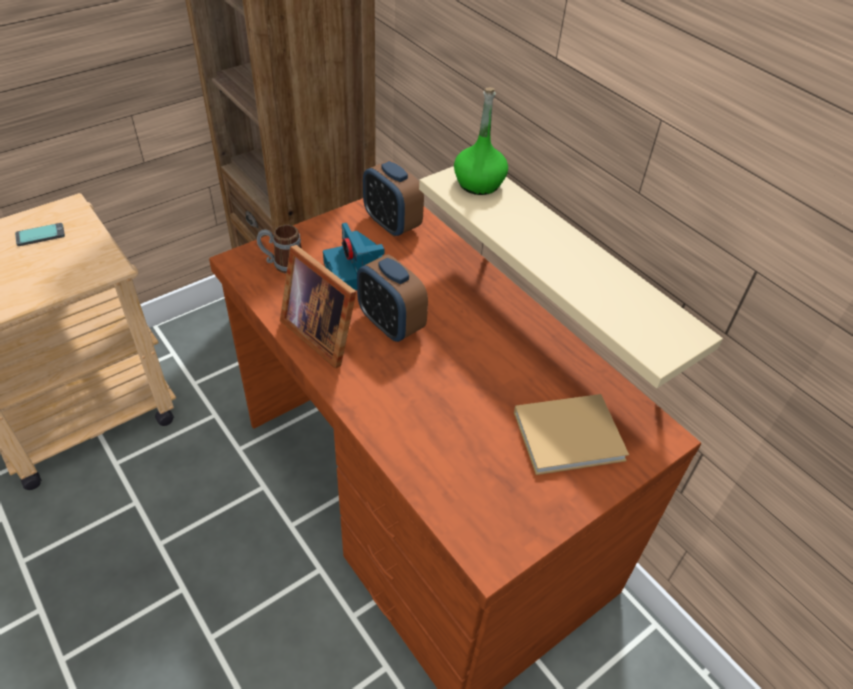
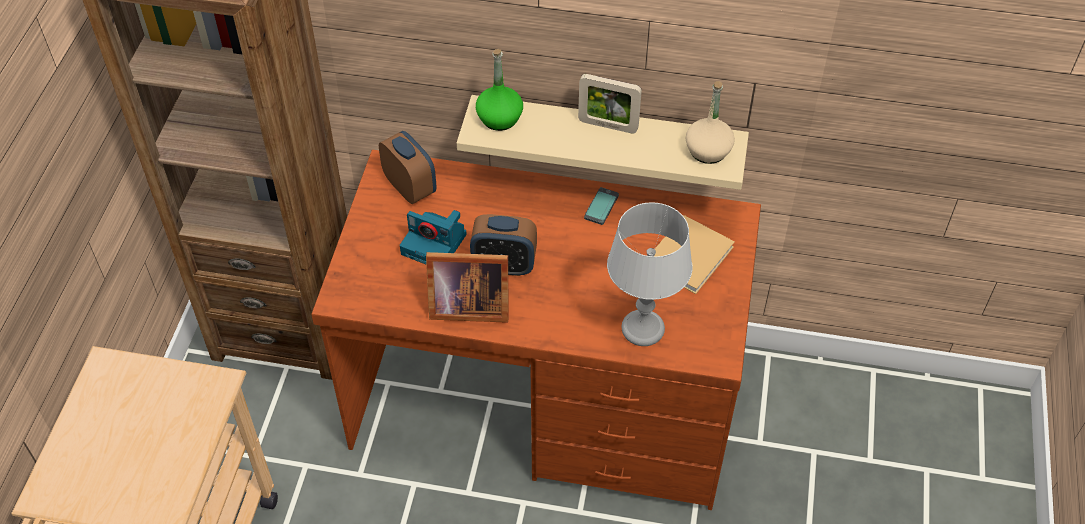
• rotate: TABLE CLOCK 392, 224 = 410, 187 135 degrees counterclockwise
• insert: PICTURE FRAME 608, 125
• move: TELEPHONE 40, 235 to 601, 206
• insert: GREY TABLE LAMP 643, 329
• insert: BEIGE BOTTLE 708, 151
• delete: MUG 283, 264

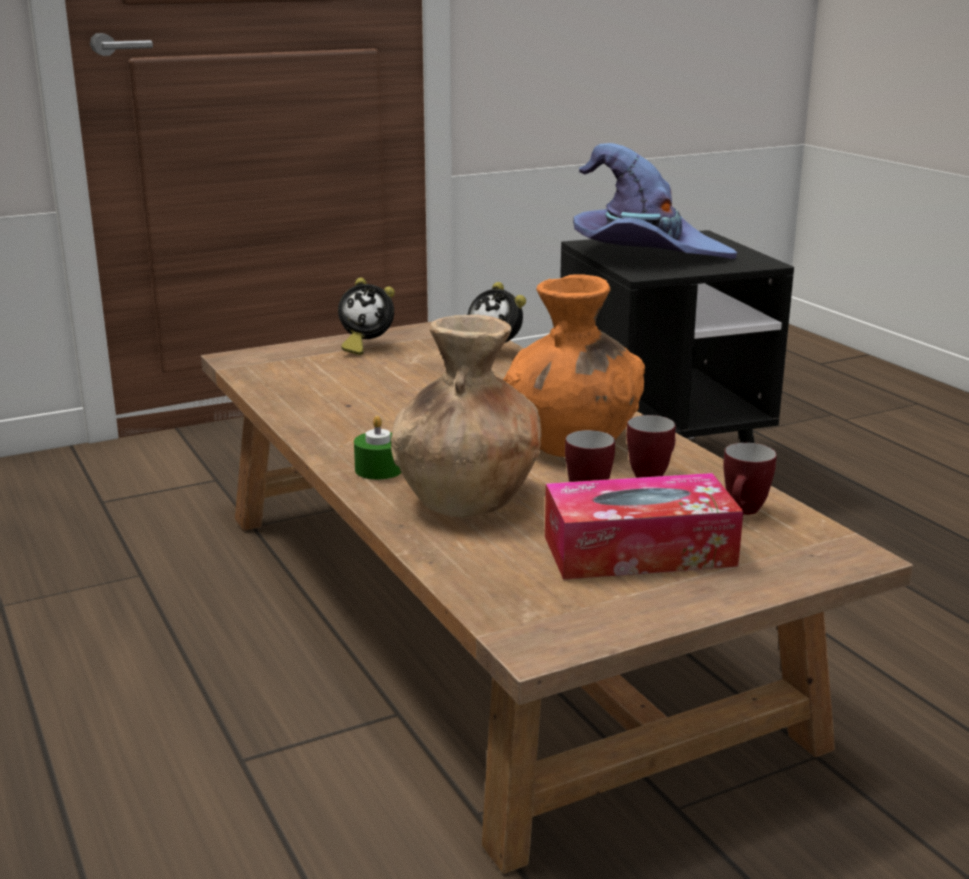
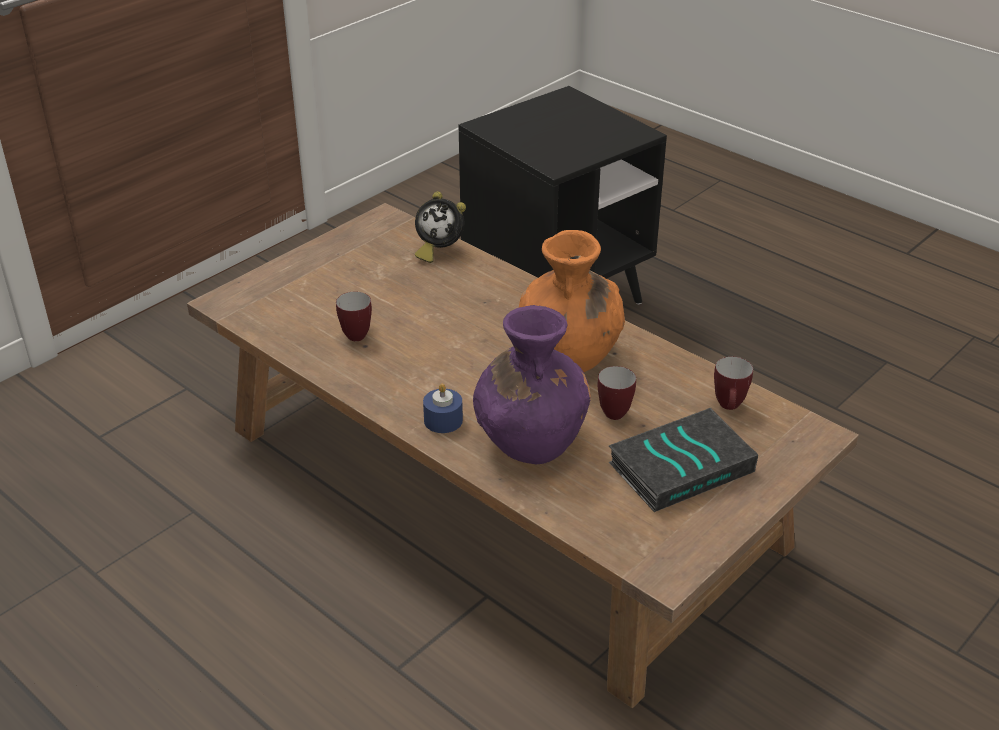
• move: MUG 652, 476 to 358, 333
• recolor: GREEN WAX LIGHT 379, 469 to BLUE WAX LIGHT 443, 420
• recolor: BROWN-COLOURED DECORATIVE VASE 467, 498 to PURPLE-COLOURED DECORATIVE VASE 530, 438
• replace: TISSUE BOX 639, 551 to BOOK 681, 465
• delete: TABLE CLOCK 365, 346
• delete: PURPLE-COLOURED WEARABLE HAT 645, 253

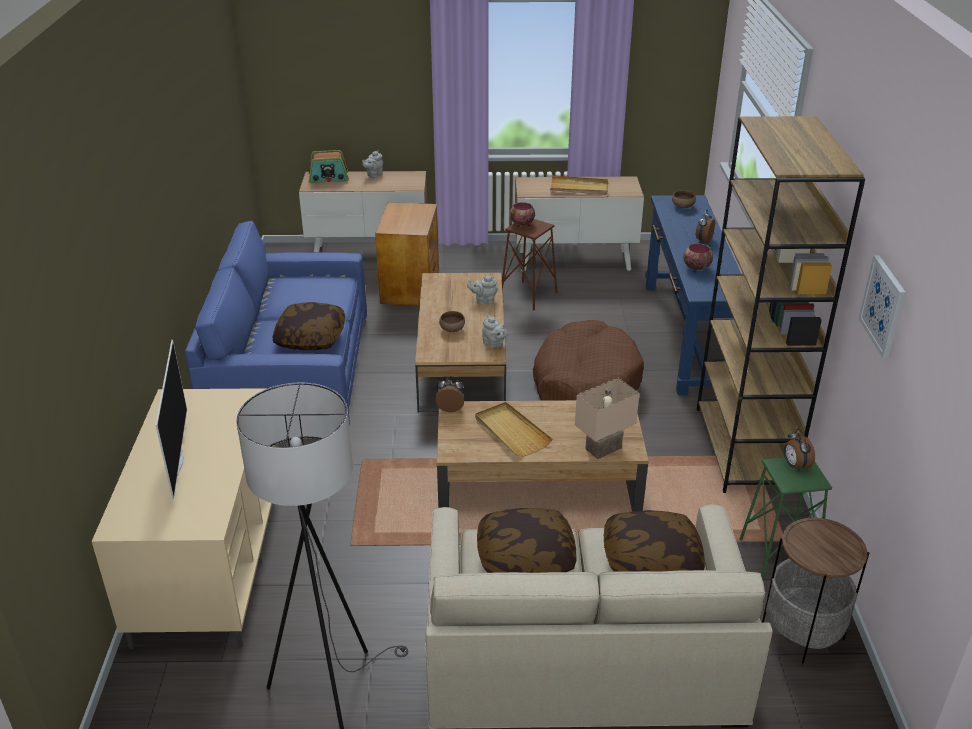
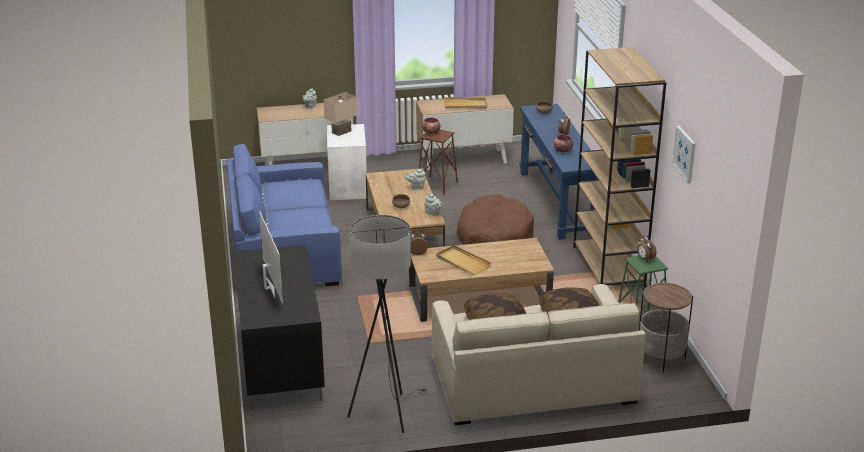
• recolor: BEIGE TV UNIT 208, 563 to BLACK-COLOURED TV UNIT 279, 361
• move: BEIGE TABLE LAMP 604, 449 to 342, 132
• recolor: BROWN-COLOURED SIDE TABLE 410, 287 to WHITISH SIDE TABLE 348, 187
• delete: THROW PILLOW 310, 338
• delete: RADIO RECEIVER 328, 178

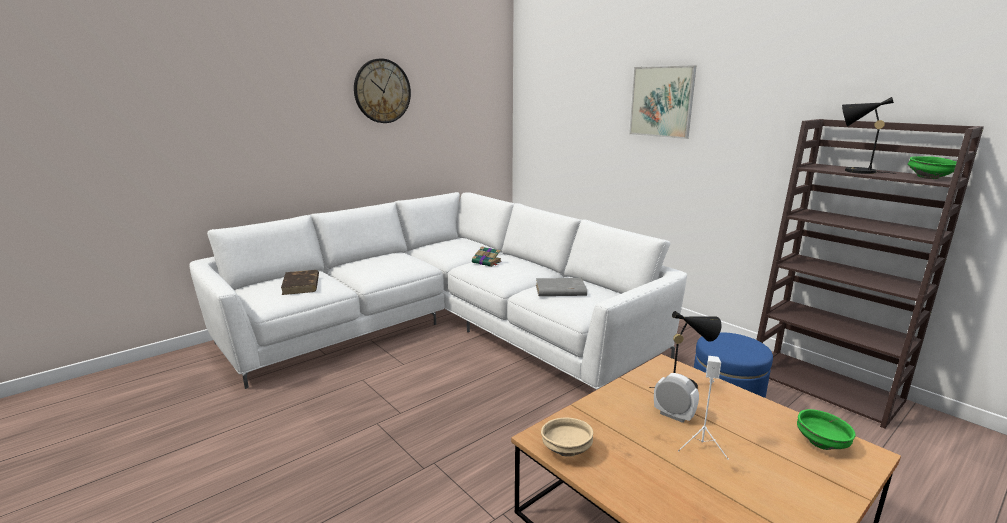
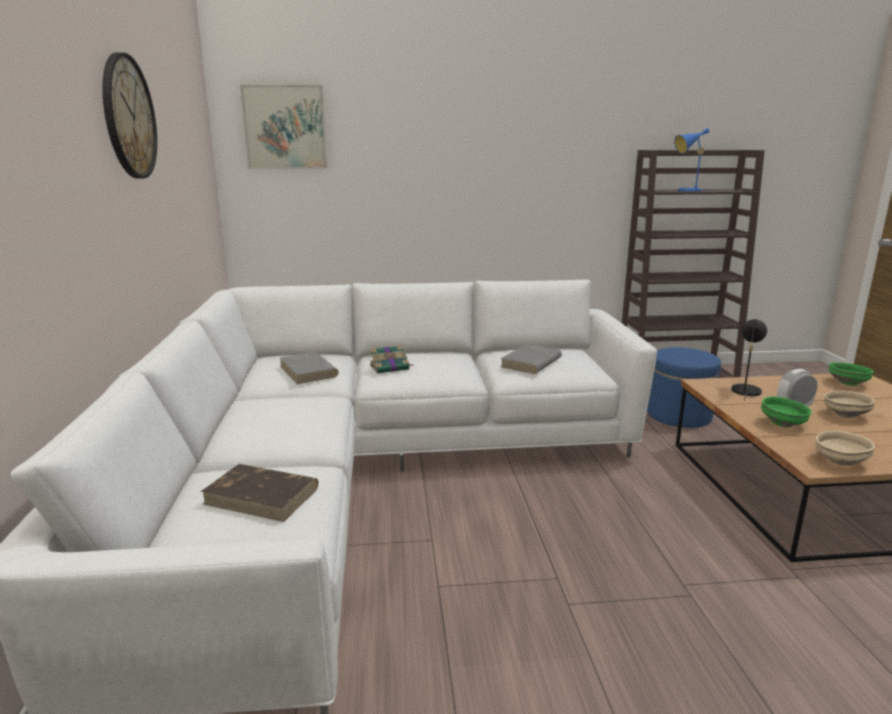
• move: PICTURE 661, 101 to 285, 127
• insert: GREY BOOK 308, 371
• recolor: BLACK-COLOURED TABLE LAMP 854, 171 to BLUE TABLE LAMP 687, 191
• move: GREEN SERVING BOWL 929, 178 to 783, 424
• replace: WHITISH AUDIO SPEAKER 702, 446 to BEIGE SERVING BOWL 844, 415

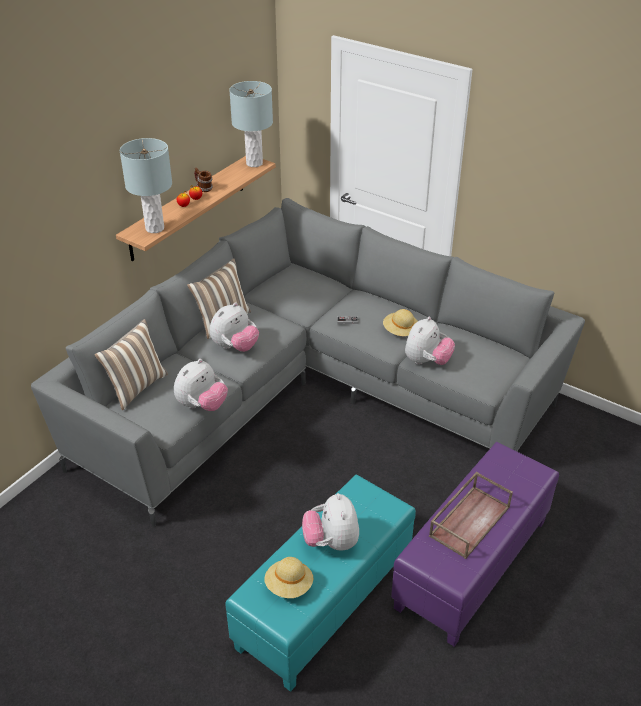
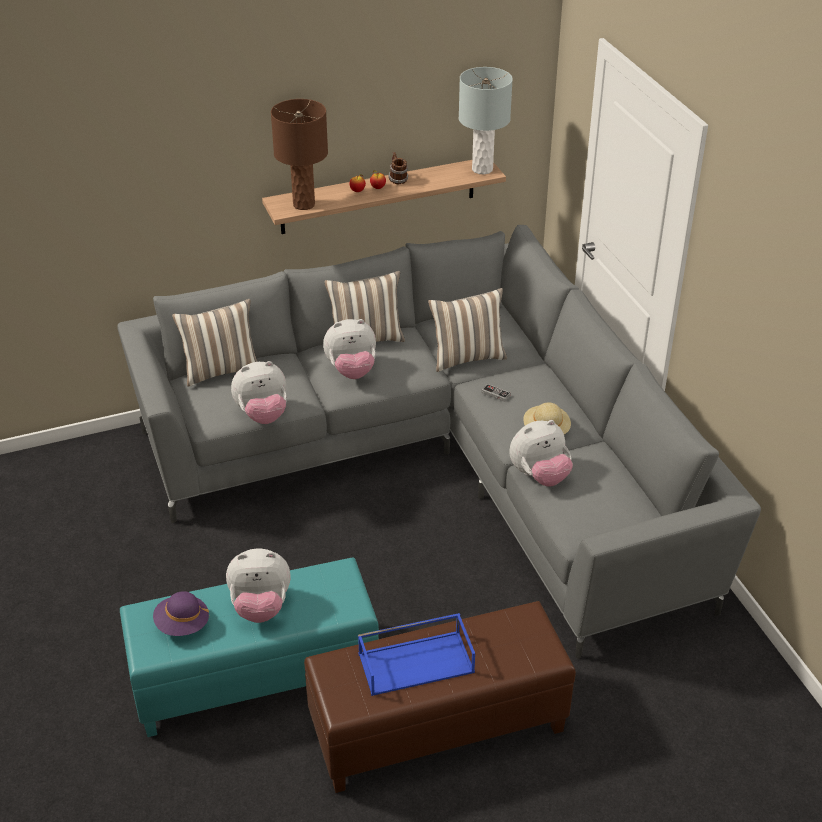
• recolor: BEIGE WEARABLE HAT 289, 586 to PURPLE-COLOURED WEARABLE HAT 182, 624
• rotate: PLUSH TOY 331, 542 = 260, 607 120 degrees counterclockwise
• recolor: GREY TABLE LAMP 154, 228 to BROWN-COLOURED TABLE LAMP 303, 204
• recolor: PURPLE-COLOURED FOOTREST 471, 562 to BROWN-COLOURED FOOTREST 438, 725
• recolor: BROWN-COLOURED CARRYING TRAY 469, 520 to BLUE CARRYING TRAY 417, 662
• insert: THROW PILLOW 467, 357

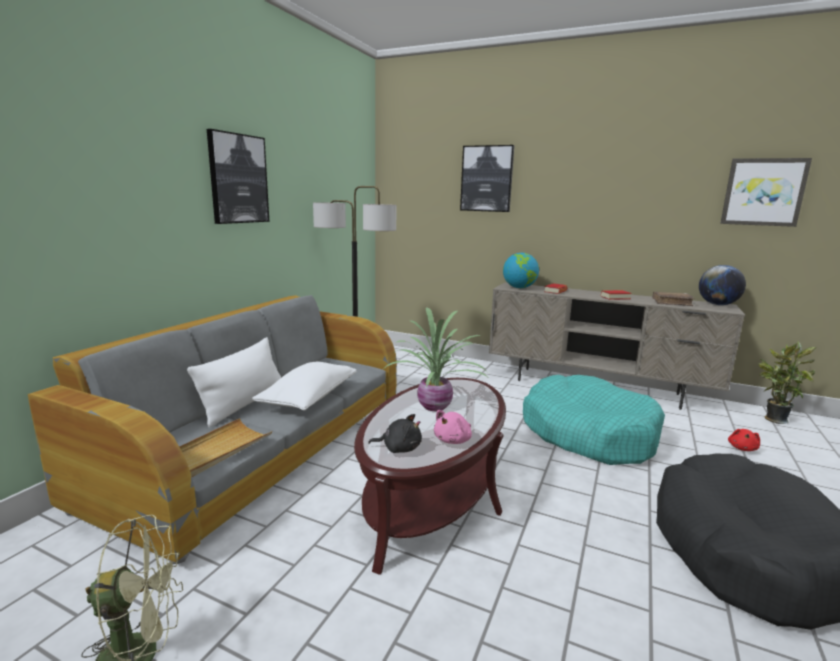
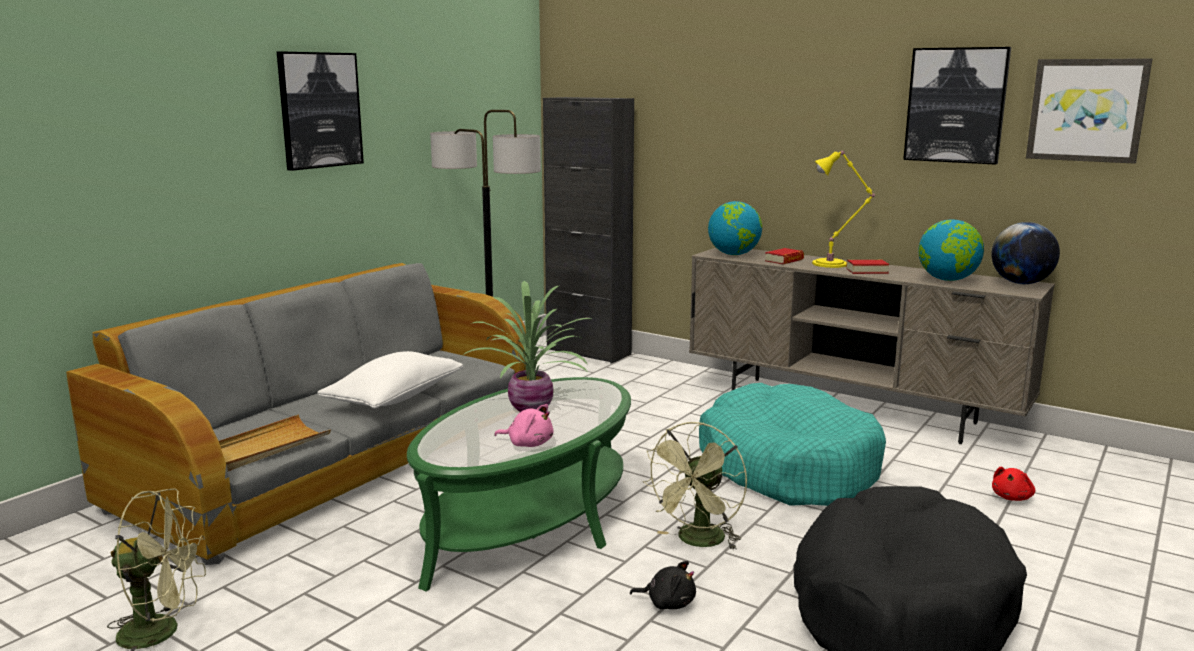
• recolor: BROWN-COLOURED LOW TABLE 433, 494 to GREEN LOW TABLE 529, 521
• rotate: PINKISH PLUSH TOY 453, 440 = 528, 444 120 degrees counterclockwise
• insert: BLACK-COLOURED STORAGE CABINET 588, 352
• move: BLACK-COLOURED PLUSH TOY 399, 448 to 668, 603
• insert: GREEN COOLING FAN 698, 542
• insert: YELLOW TABLE LAMP 833, 264
• move: PICTURE 487, 179 to 956, 105
• replace: BROWN-COLOURED BOOK 671, 303 to WORLD GLOBE 947, 280
• delete: WHITISH THROW PILLOW 244, 403
• delete: POTTED PLANT 773, 419

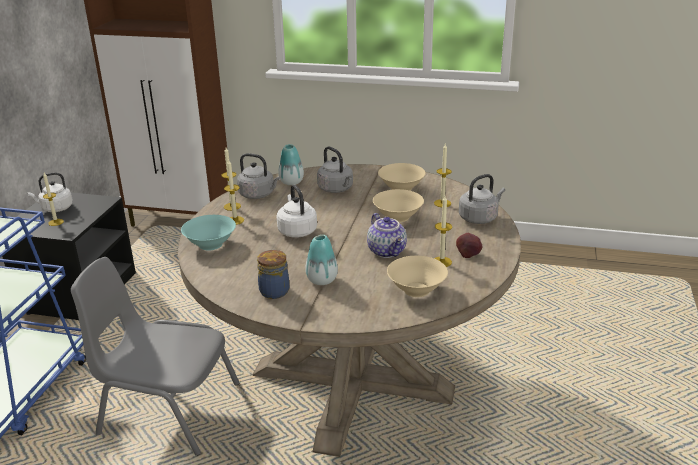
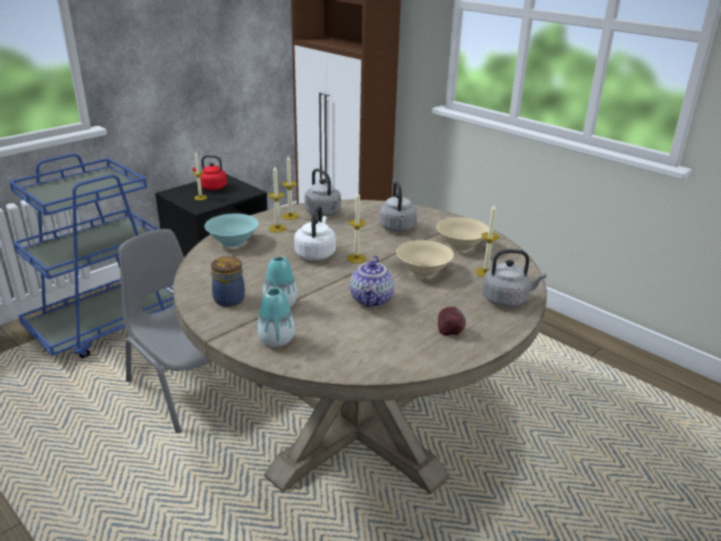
• recolor: WHITISH KETTLE 55, 208 to RED-COLOURED KETTLE 211, 187
• move: DECORATIVE VASE 291, 182 to 276, 340
• move: WAX LIGHT 441, 262 to 356, 258
• delete: BEIGE SERVING BOWL 416, 290

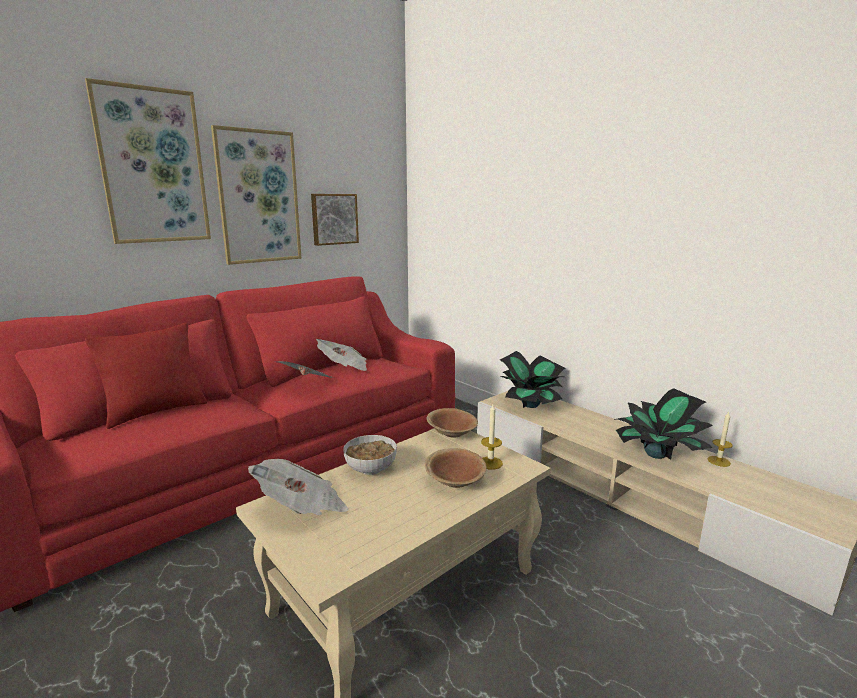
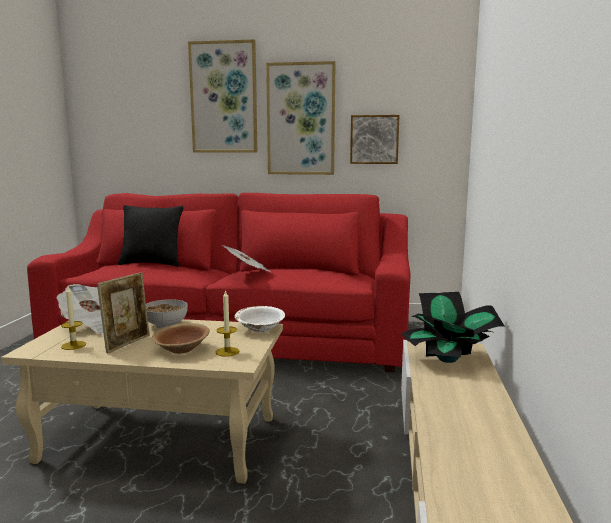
• move: WAX LIGHT 719, 461 to 73, 345
• insert: PICTURE FRAME 127, 343
• recolor: RED-COLOURED THROW PILLOW 156, 411 to BLACK-COLOURED THROW PILLOW 151, 264
• recolor: BROWN-COLOURED SERVING BOWL 452, 433 to WHITISH SERVING BOWL 260, 329
• delete: PRINTED PAPER 344, 367
• delete: POTTED PLANT 656, 455

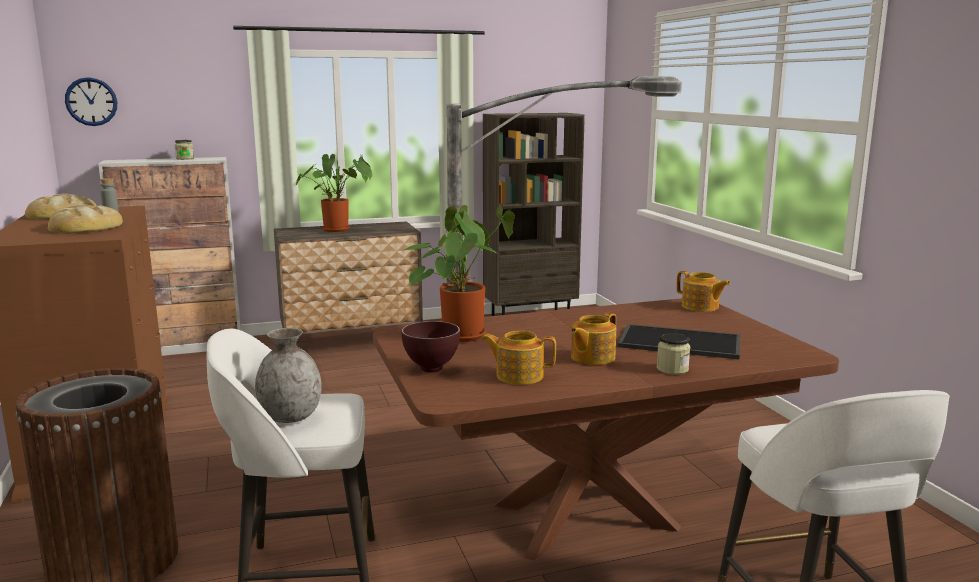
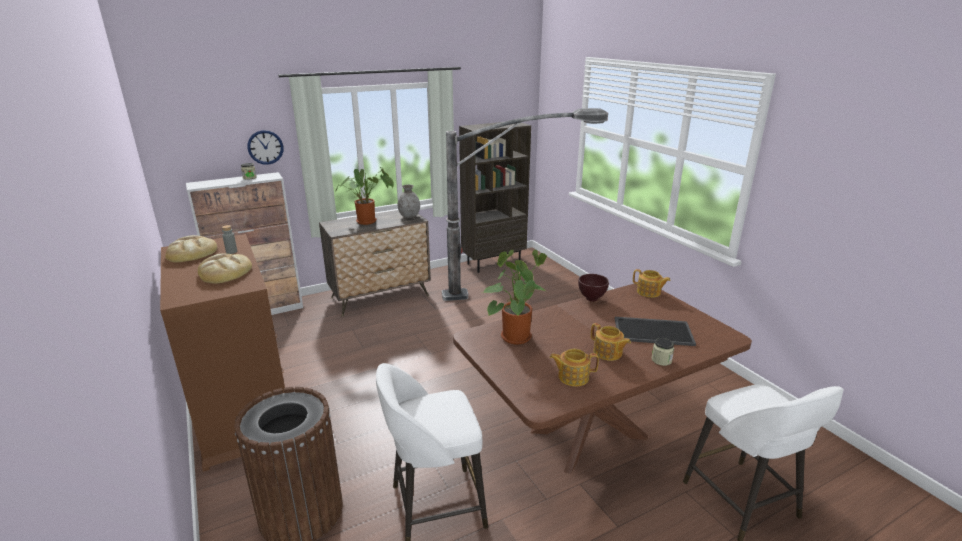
• move: WALL CLOCK 91, 101 to 265, 147
• move: GREY DECORATIVE VASE 291, 417 to 409, 216
• move: BROWN-COLOURED SERVING BOWL 430, 369 to 591, 299
• rotate: TEAPOT 591, 357 = 608, 353 75 degrees counterclockwise

